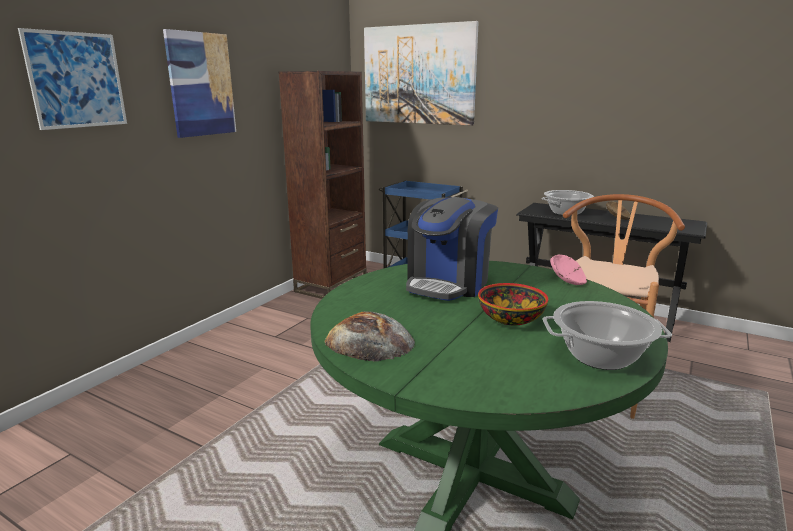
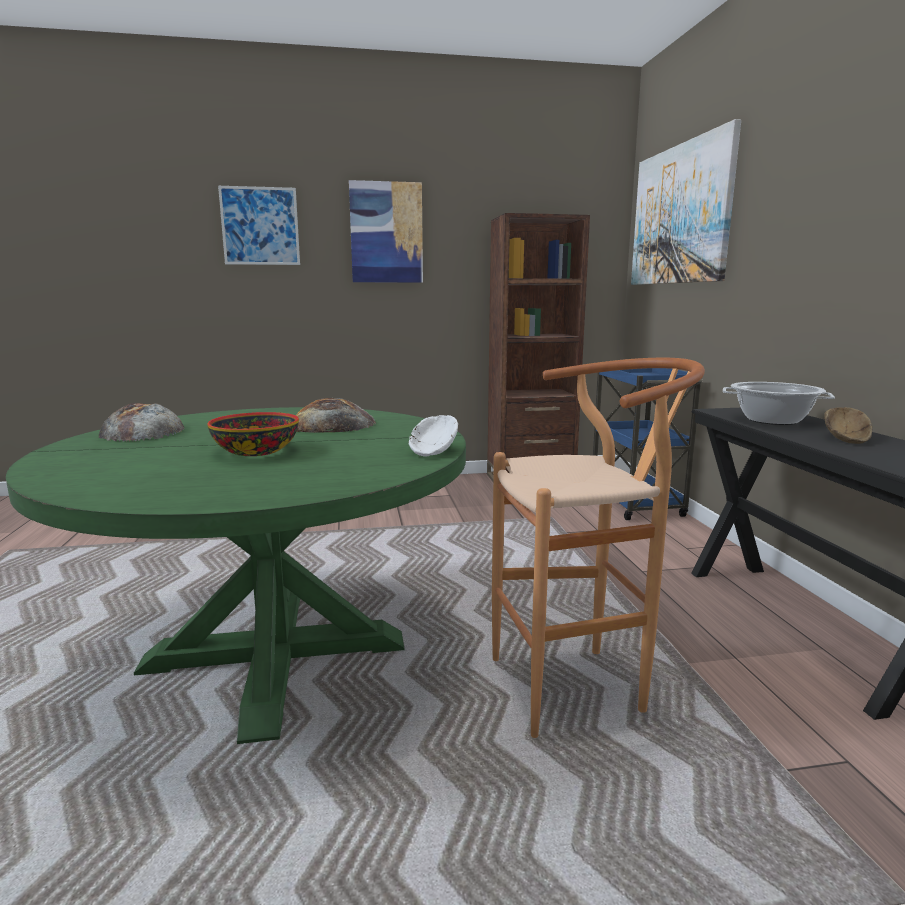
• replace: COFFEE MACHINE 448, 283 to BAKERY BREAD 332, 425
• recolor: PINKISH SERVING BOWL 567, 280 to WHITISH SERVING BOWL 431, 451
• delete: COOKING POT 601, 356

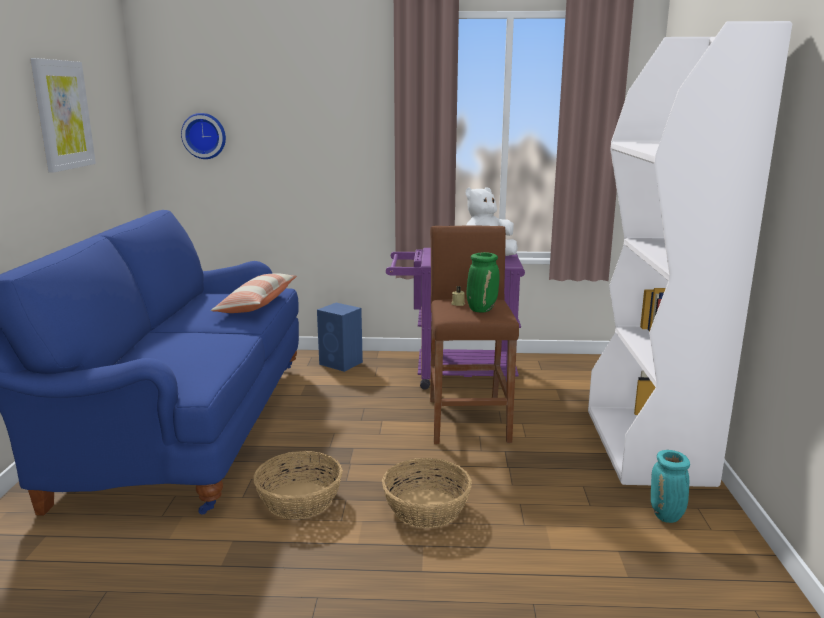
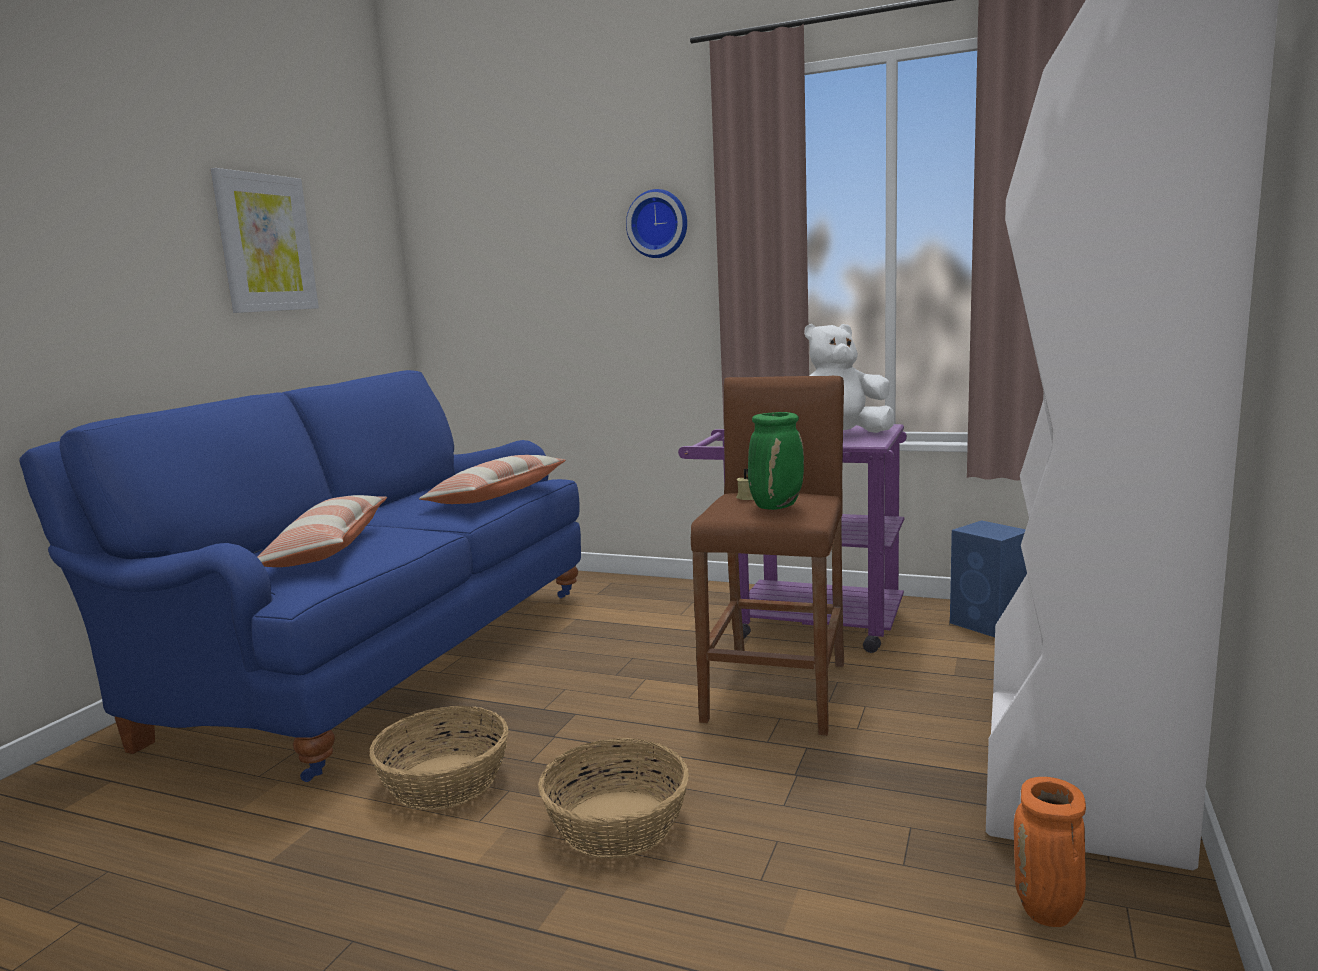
• insert: THROW PILLOW 327, 549
• move: WALL CLOCK 204, 136 to 658, 224
• move: BLUE AUDIO SPEAKER 341, 363 to 989, 624
• recolor: TURQUOISE-COLOURED DECORATIVE VASE 666, 516 to ORANGEY DECORATIVE VASE 1048, 913

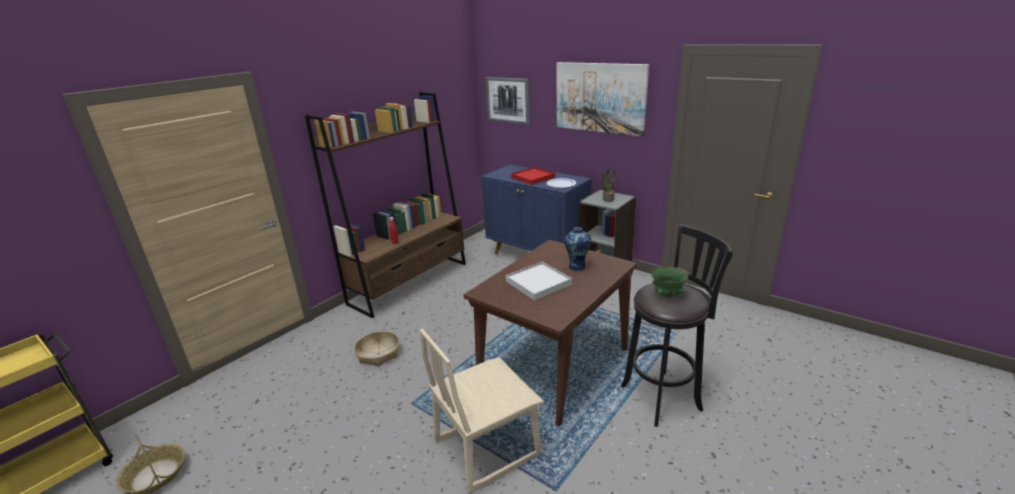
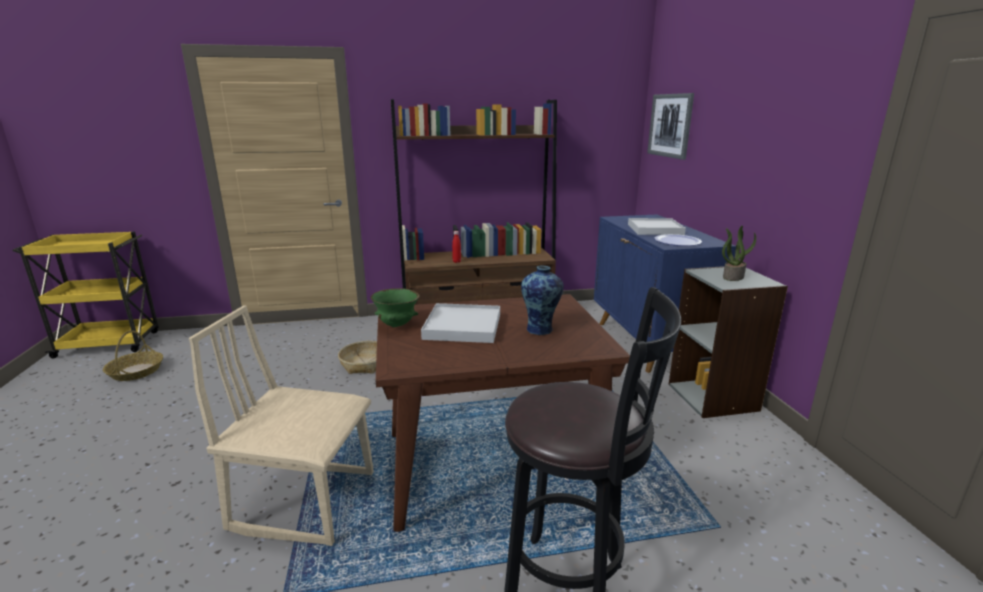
• move: GREEN SERVING BOWL 667, 295 to 396, 325
• recolor: RED-COLOURED CARRYING TRAY 532, 178 to WHITISH CARRYING TRAY 654, 229
• delete: PICTURE 600, 98

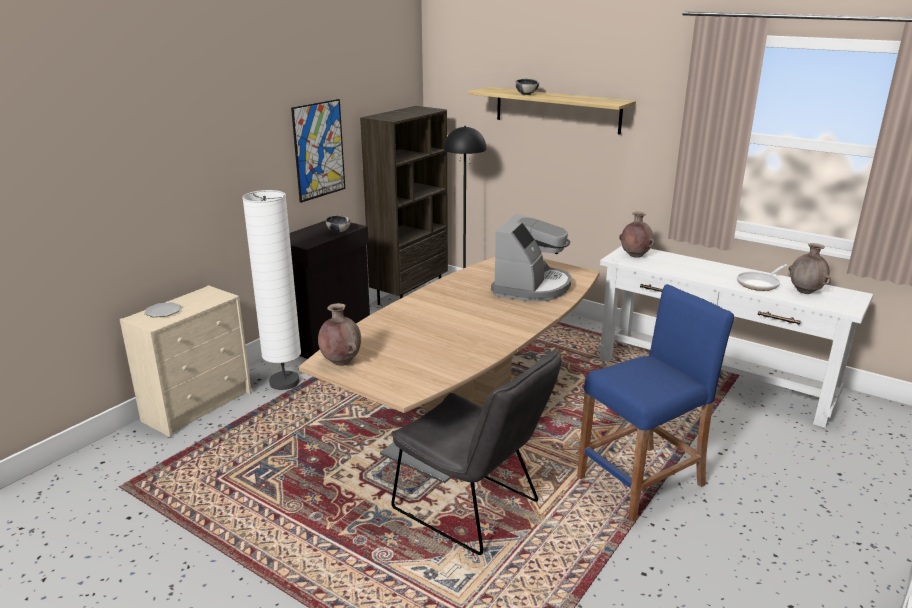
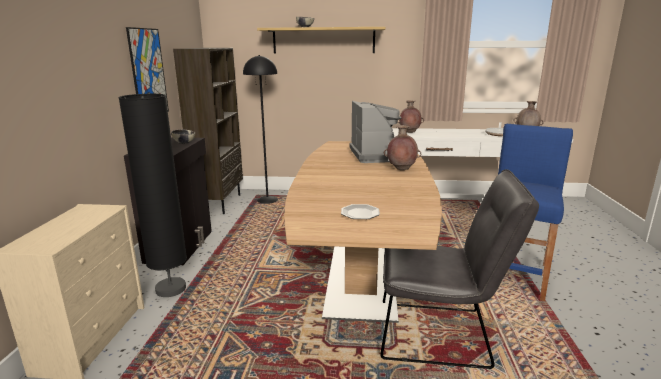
• recolor: WHITISH STANDARD LAMP 284, 382 to BLACK-COLOURED STANDARD LAMP 170, 289
• move: PLATE 163, 311 to 360, 213
• move: BROWN-COLOURED DECORATIVE VASE 341, 362 to 401, 169

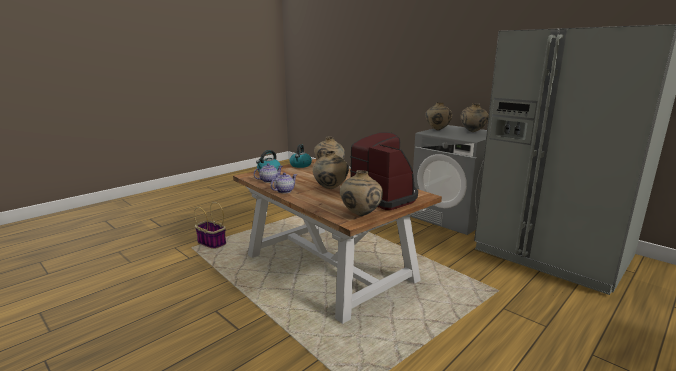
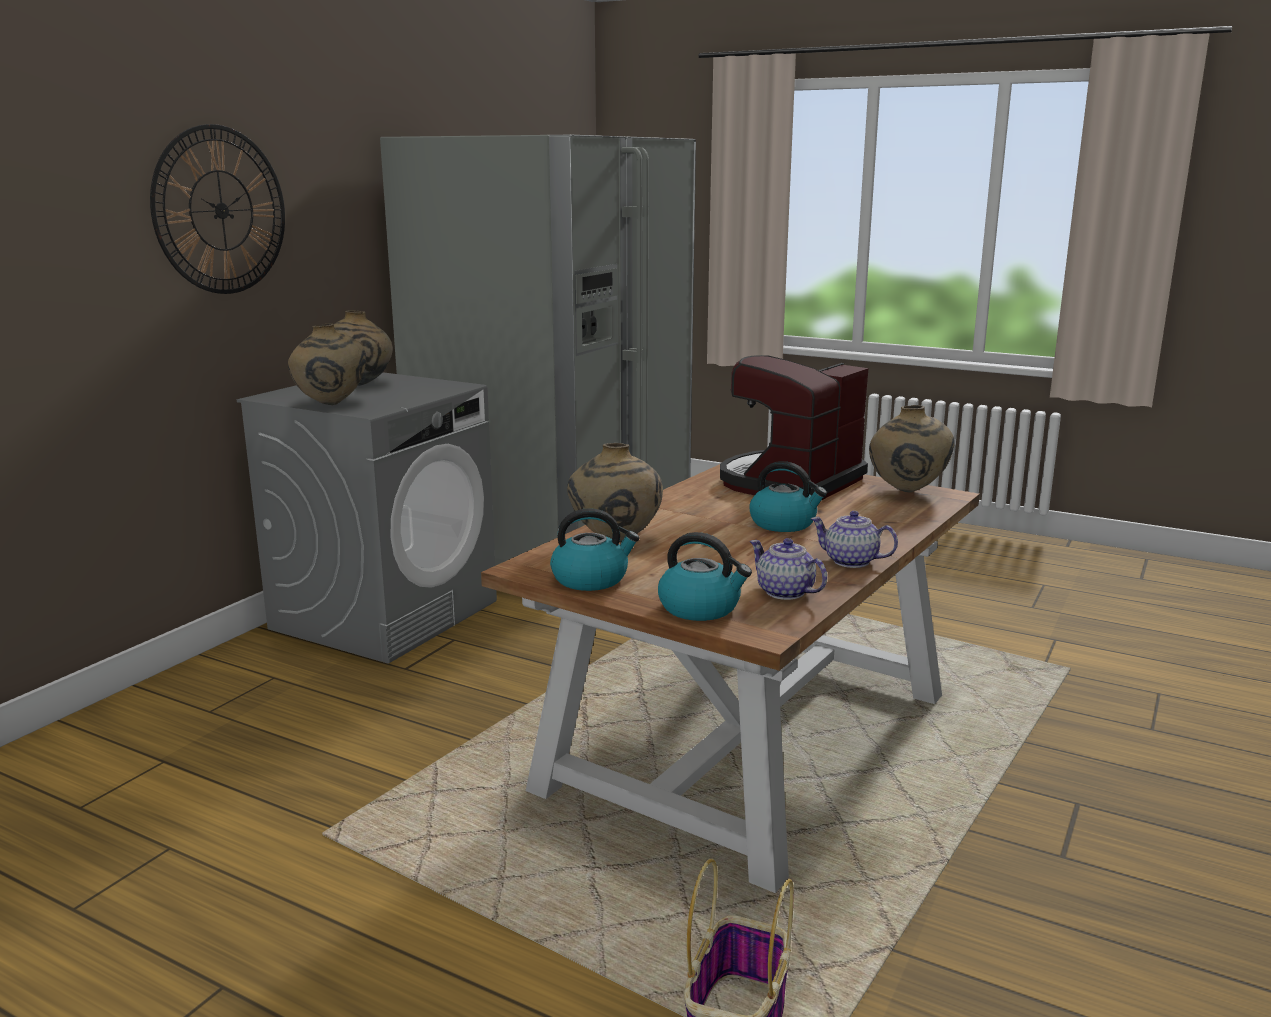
• insert: WALL CLOCK 221, 210
• replace: BEIGE DECORATIVE VASE 331, 189 to KETTLE 784, 523

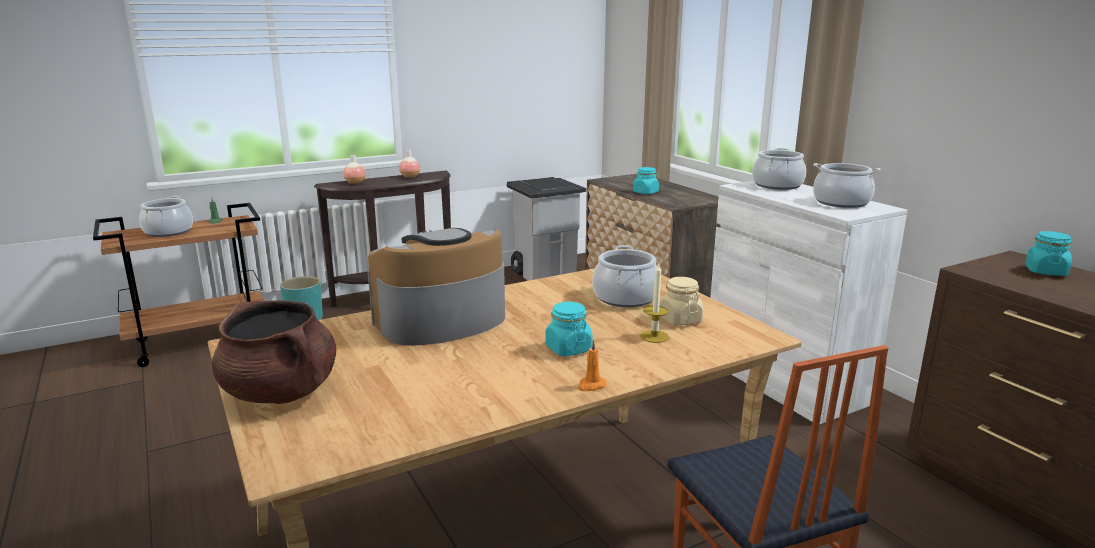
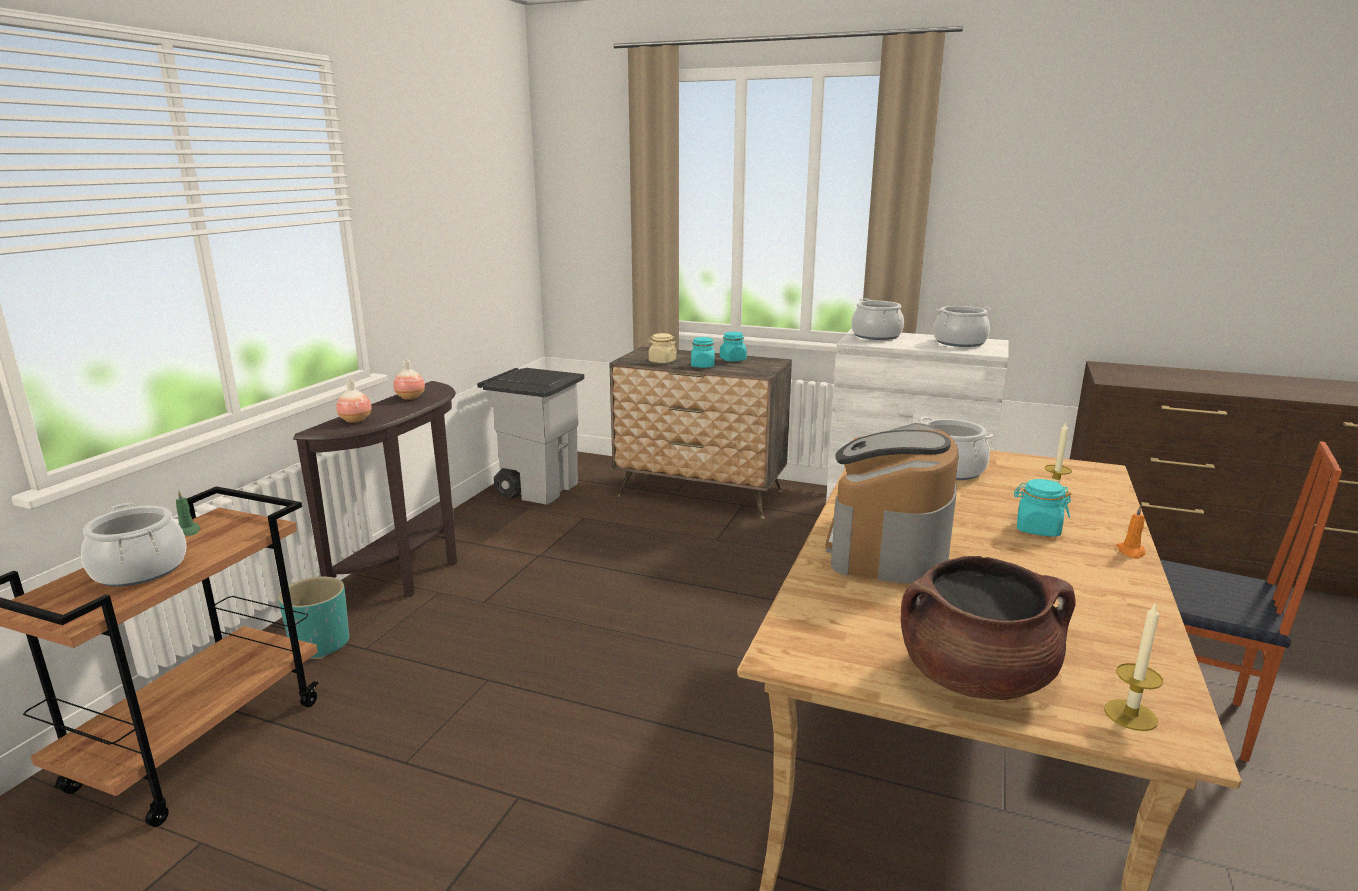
• move: BEIGE STORAGE JAR 680, 319 to 662, 361
• move: TURQUOISE-COLOURED STORAGE JAR 1045, 271 to 732, 359
• insert: WAX LIGHT 1130, 715

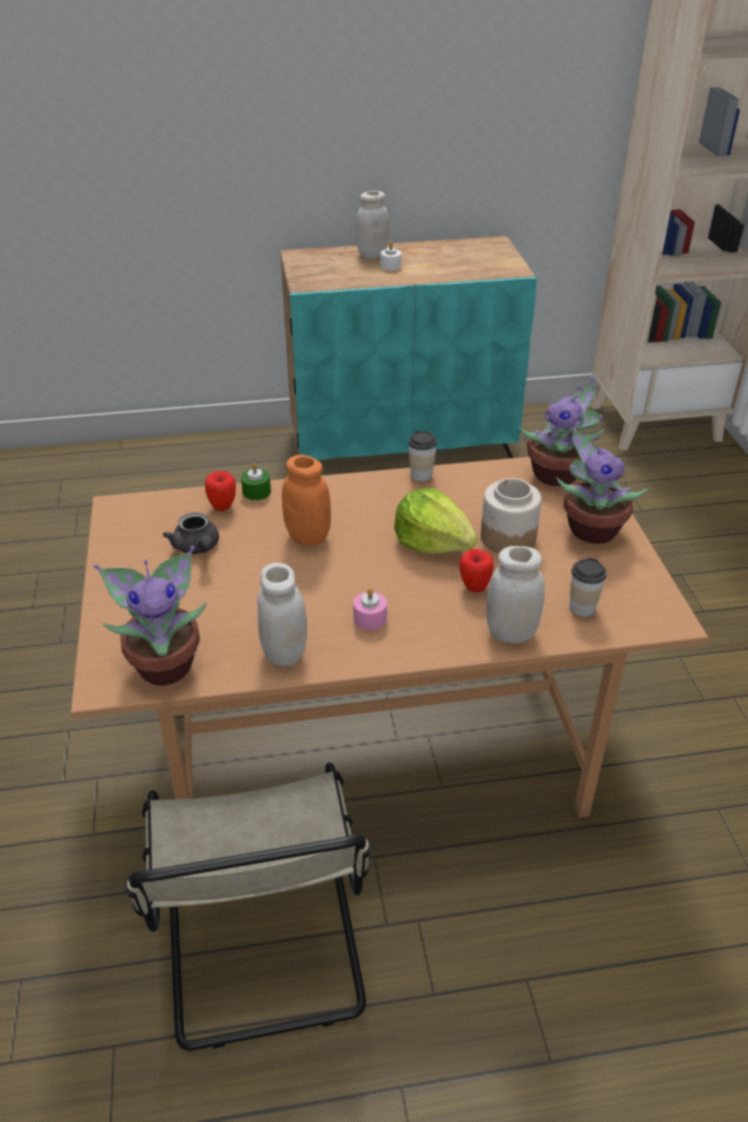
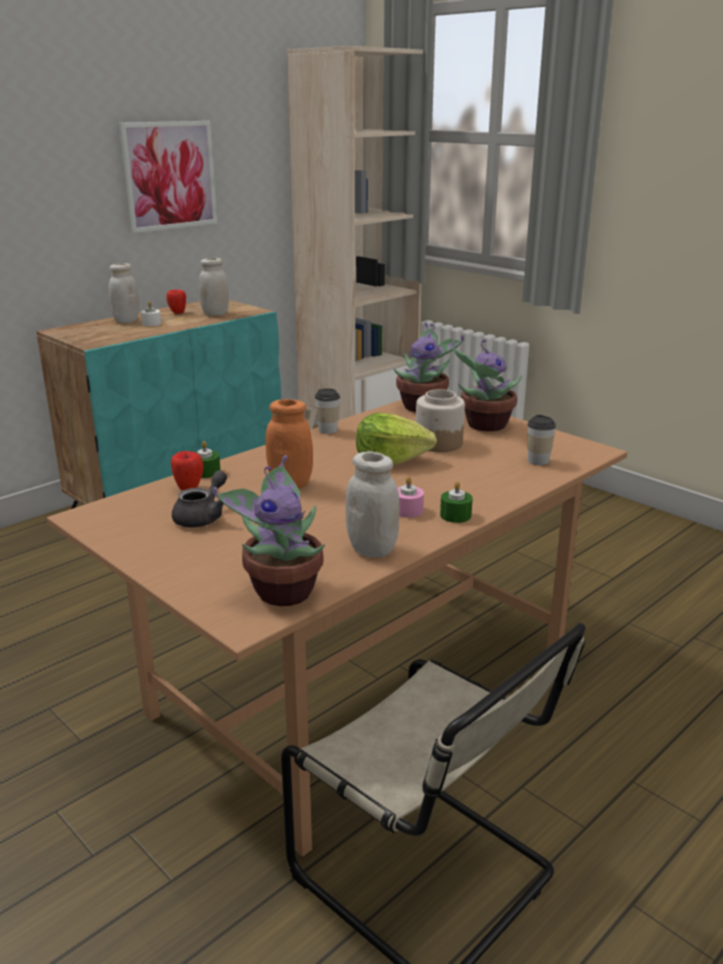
• insert: PICTURE 169, 175
• move: APPLE 474, 587 to 177, 313
• rotate: GREY TEAPOT 197, 548 = 203, 517 90 degrees counterclockwise
• move: WHITISH STORAGE JAR 511, 633 to 215, 314
• insert: GREEN WAX LIGHT 455, 515

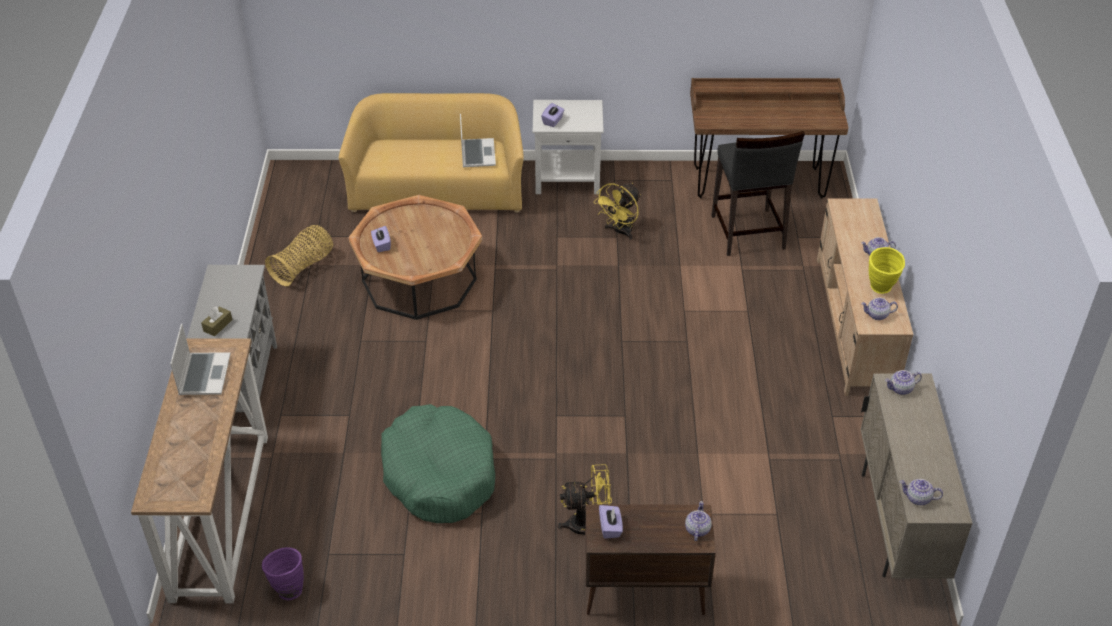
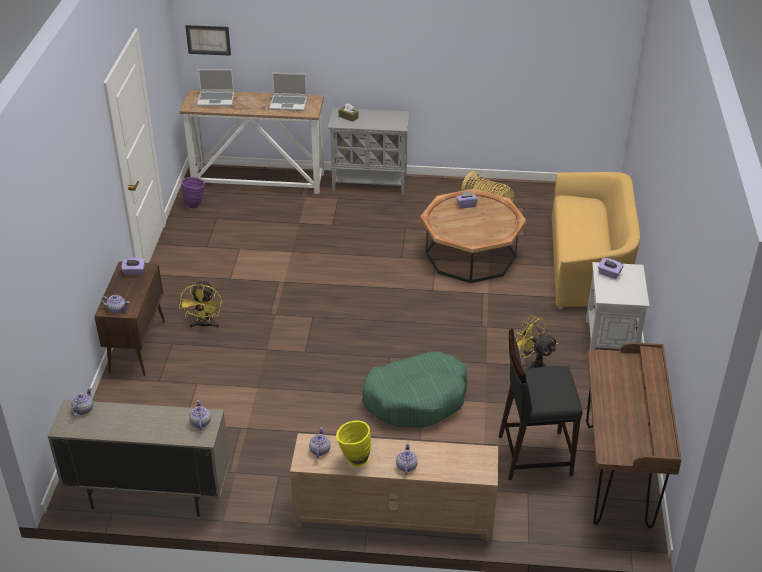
• insert: PICTURE 208, 40
• move: NOTEBOOK COMPUTER 477, 154 to 216, 99
• move: GREEN DOG CUSHION 439, 474 to 416, 399

